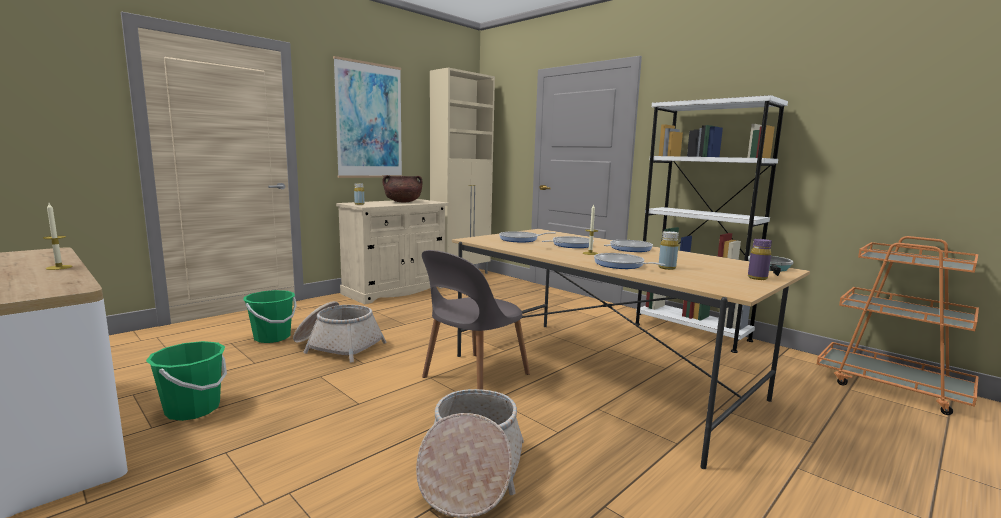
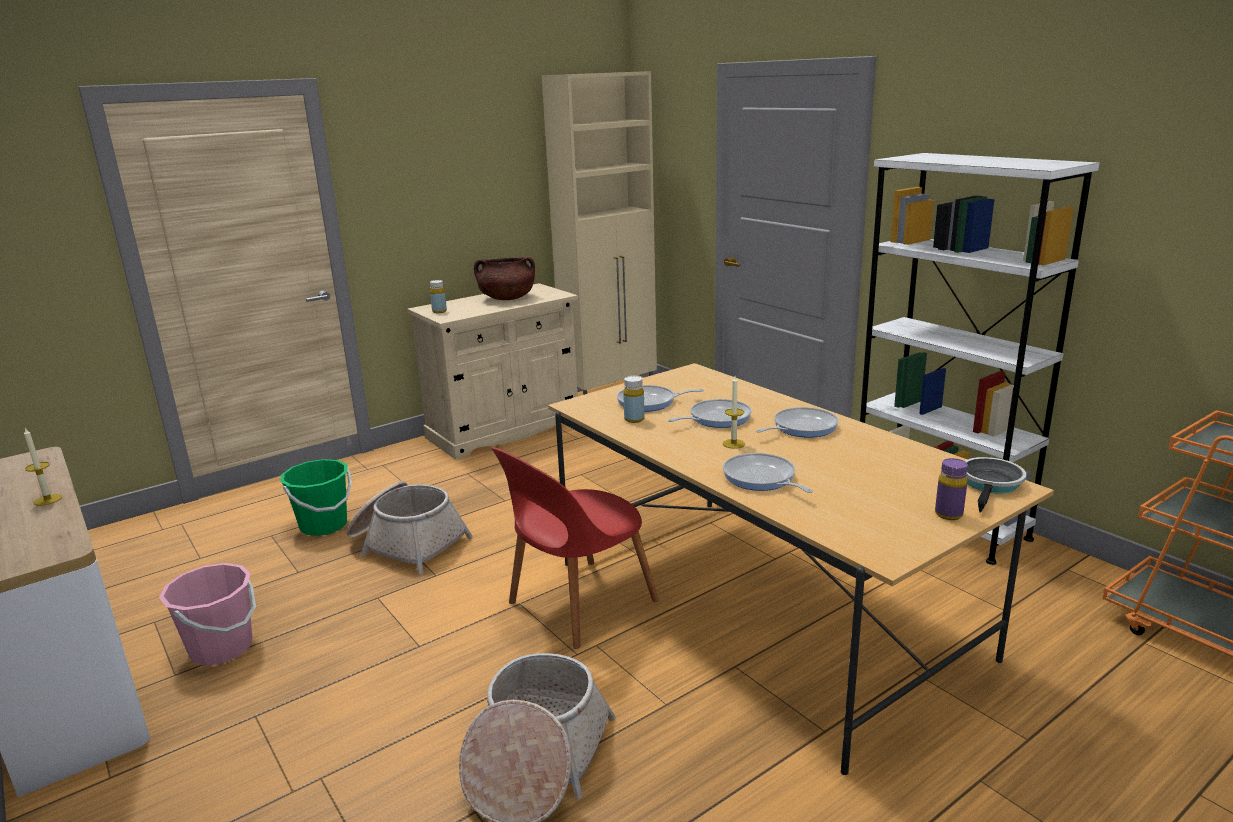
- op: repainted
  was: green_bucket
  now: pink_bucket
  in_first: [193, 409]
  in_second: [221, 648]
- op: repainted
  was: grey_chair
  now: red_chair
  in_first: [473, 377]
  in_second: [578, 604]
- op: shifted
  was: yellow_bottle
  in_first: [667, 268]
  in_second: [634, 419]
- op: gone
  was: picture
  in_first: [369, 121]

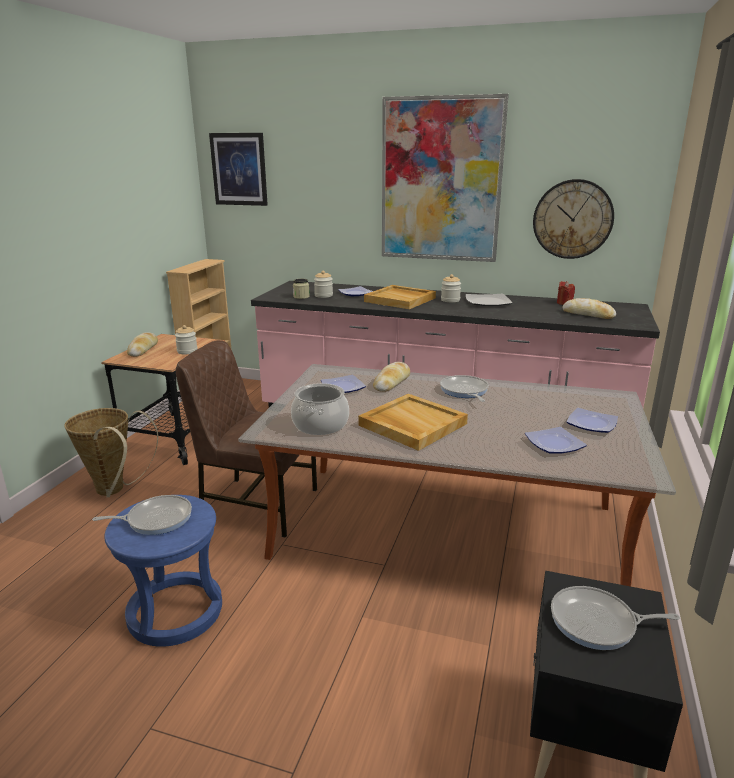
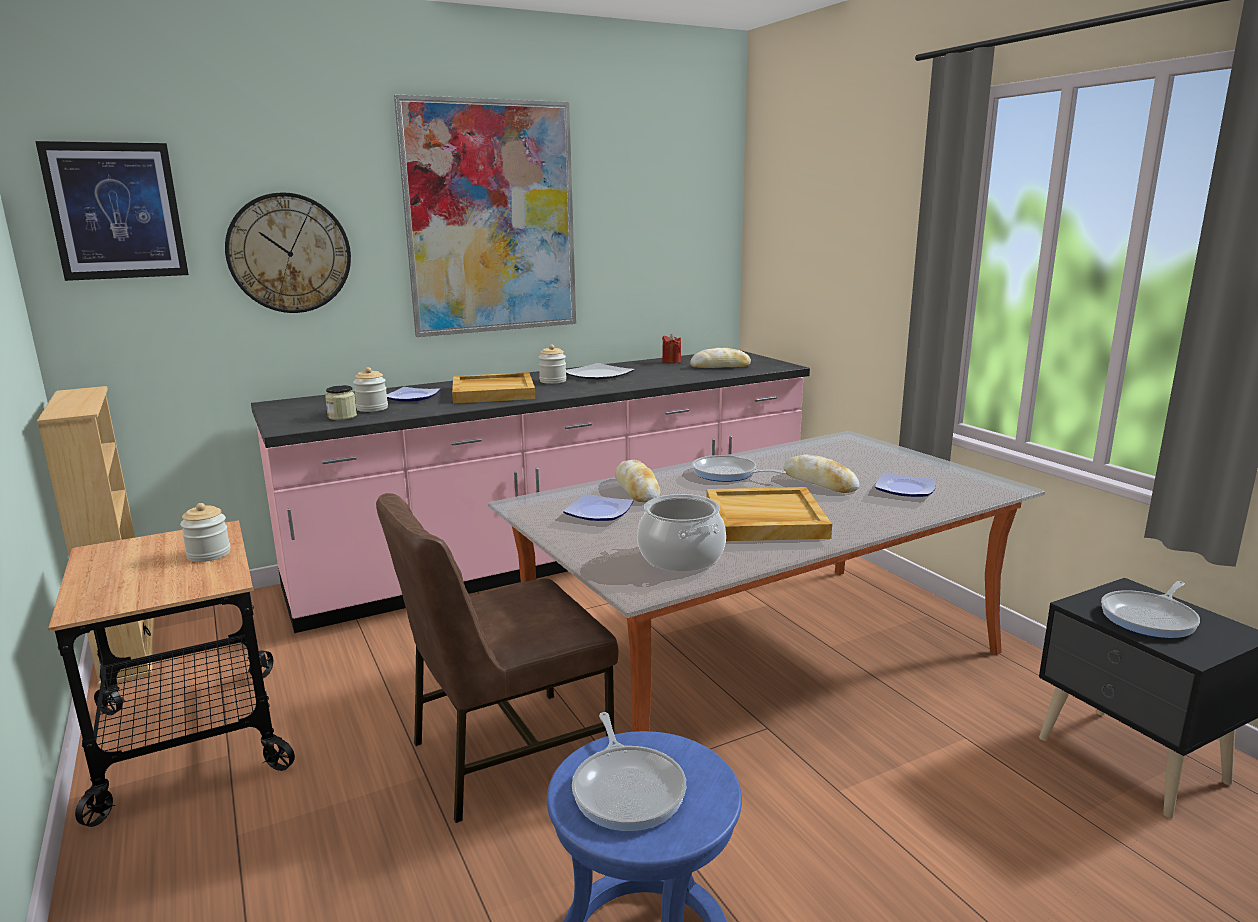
- op: shifted
  was: wall_clock
  in_first: [572, 219]
  in_second: [289, 253]
- op: rotated
  was: frying_pan
  in_first: [156, 519]
  in_second: [628, 789]
  clockwise: 135
- op: shifted
  was: bread
  in_first: [143, 349]
  in_second: [820, 482]
- op: gone
  was: basket
  in_first: [115, 491]
- op: gone
  was: plate
  in_first: [592, 424]

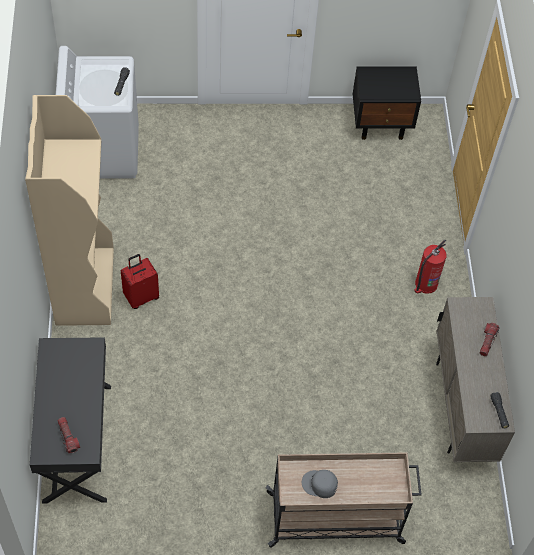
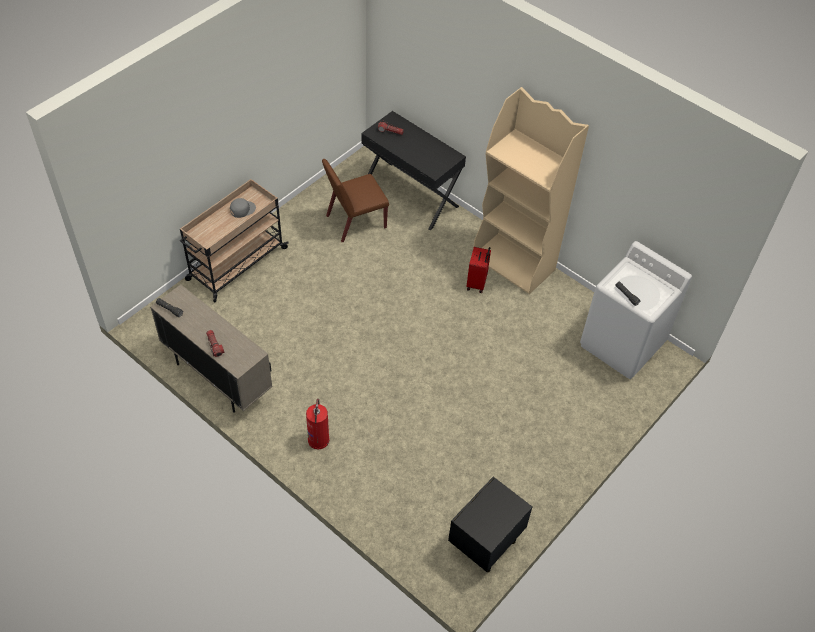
- op: new
  now: brown_chair
  in_second: [355, 222]

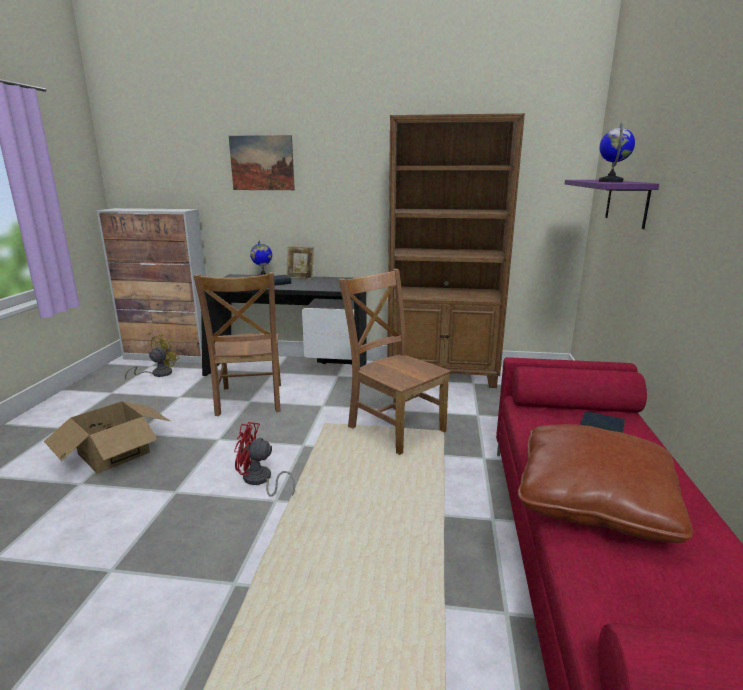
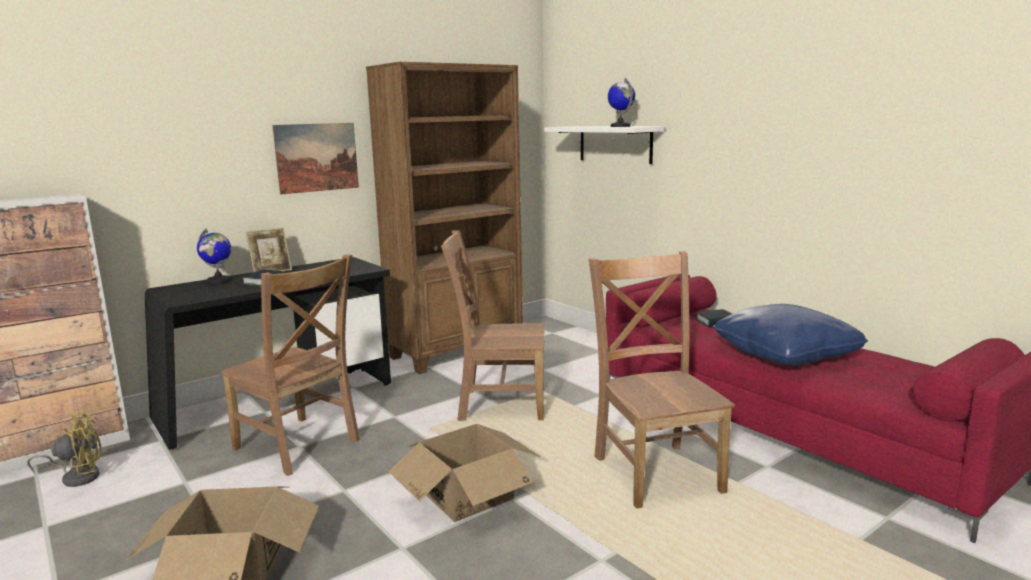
- op: rotated
  was: yellow_fan
  in_first: [157, 374]
  in_second: [77, 477]
  clockwise: 90
- op: shifted
  was: picture
  in_first: [262, 163]
  in_second: [317, 157]
- op: swapped
  was: red_fan
  now: cardboard_box
  in_first: [260, 481]
  in_second: [467, 495]
- op: repainted
  was: purple_shelf
  now: white_shelf
  in_first: [626, 202]
  in_second: [615, 144]
- op: new
  now: brown_chair
  in_second: [655, 471]
- op: repainted
  was: brown_pillow
  now: blue_pillow
  in_first: [594, 501]
  in_second: [785, 355]

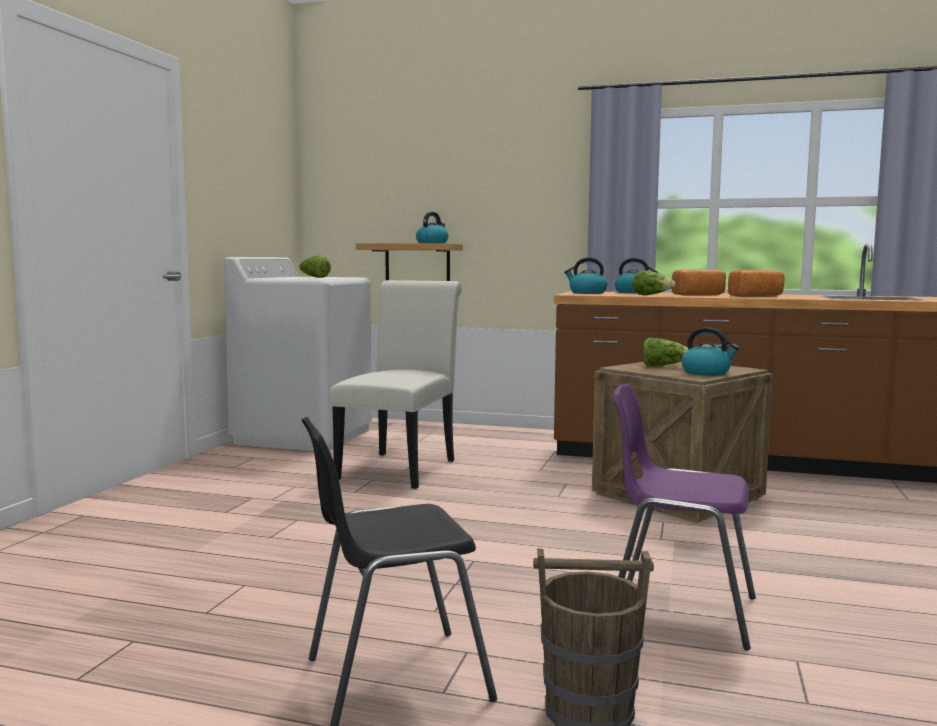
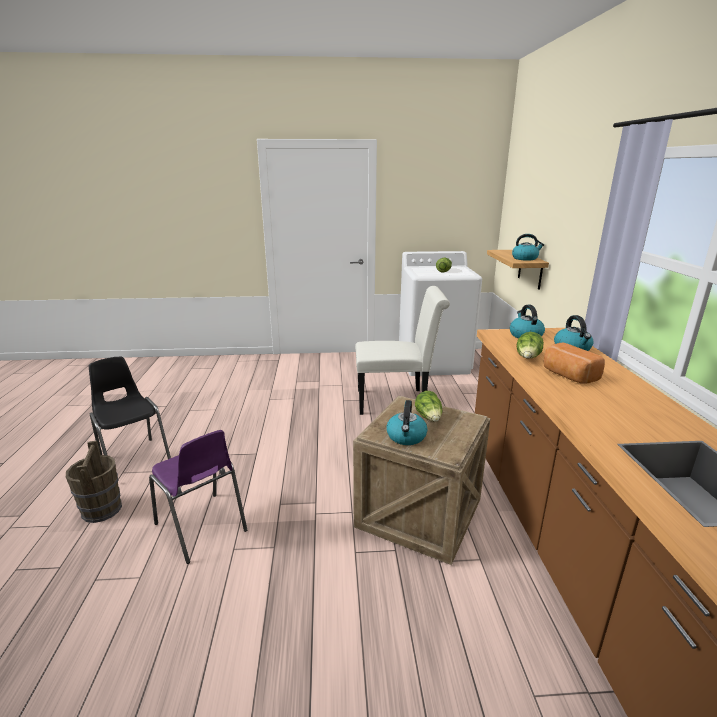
- op: rotated
  was: purple_chair
  in_first: [678, 610]
  in_second: [202, 528]
  clockwise: 135
- op: gone
  was: bread
  in_first: [757, 296]

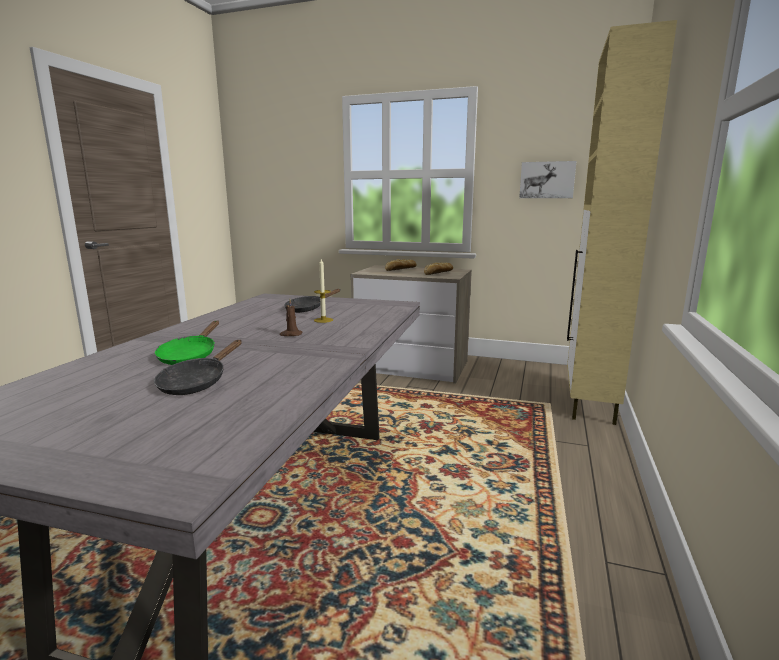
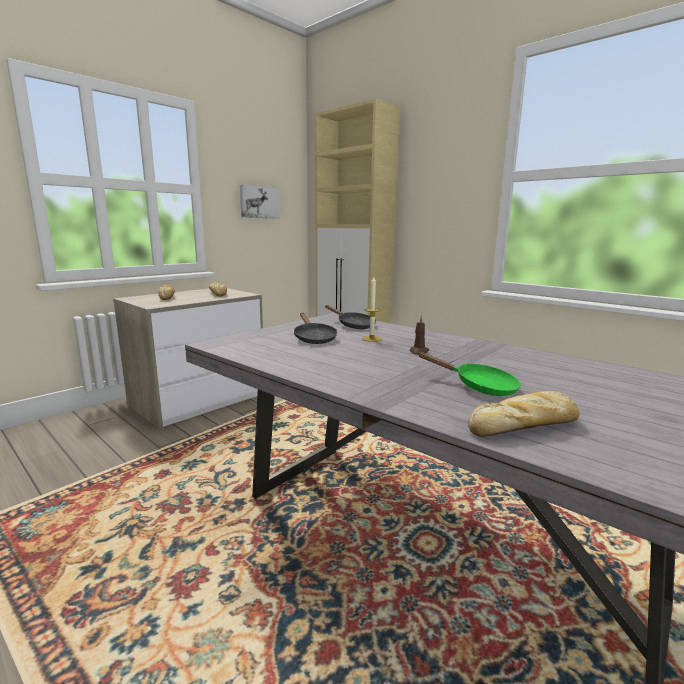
- op: shifted
  was: black_frying_pan
  in_first: [197, 382]
  in_second: [353, 325]
- op: new
  now: bread
  in_second: [525, 425]

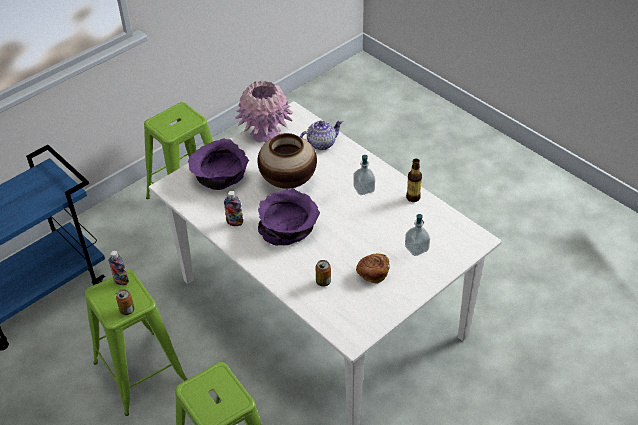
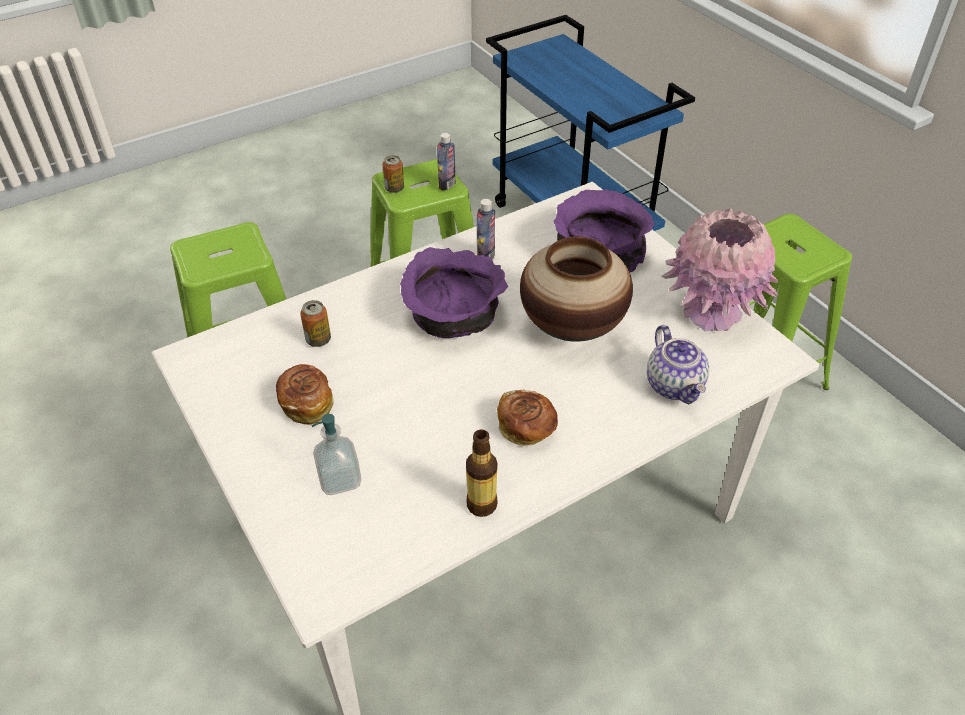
- op: swapped
  was: soap_dispenser
  now: bread
  in_first: [364, 189]
  in_second: [527, 429]

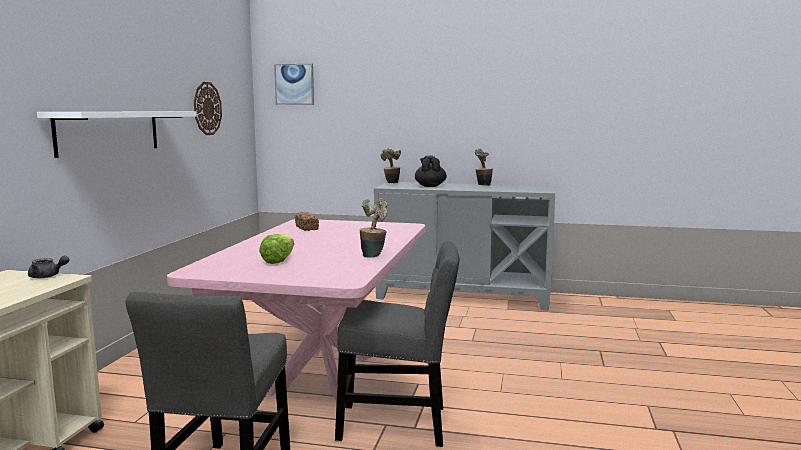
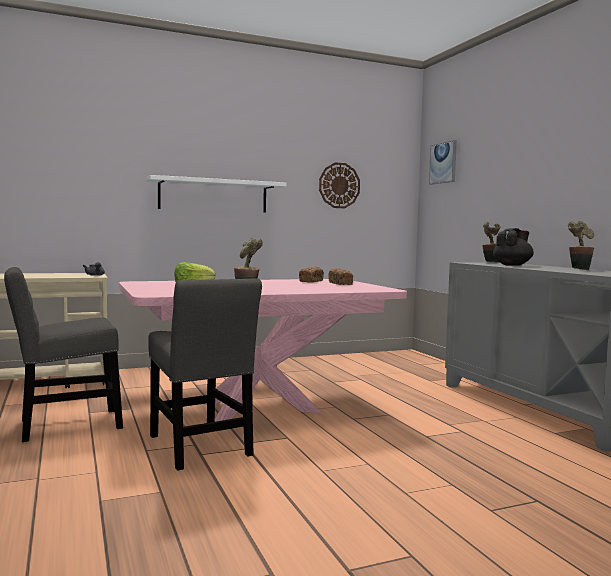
- op: new
  now: bread
  in_second: [340, 283]

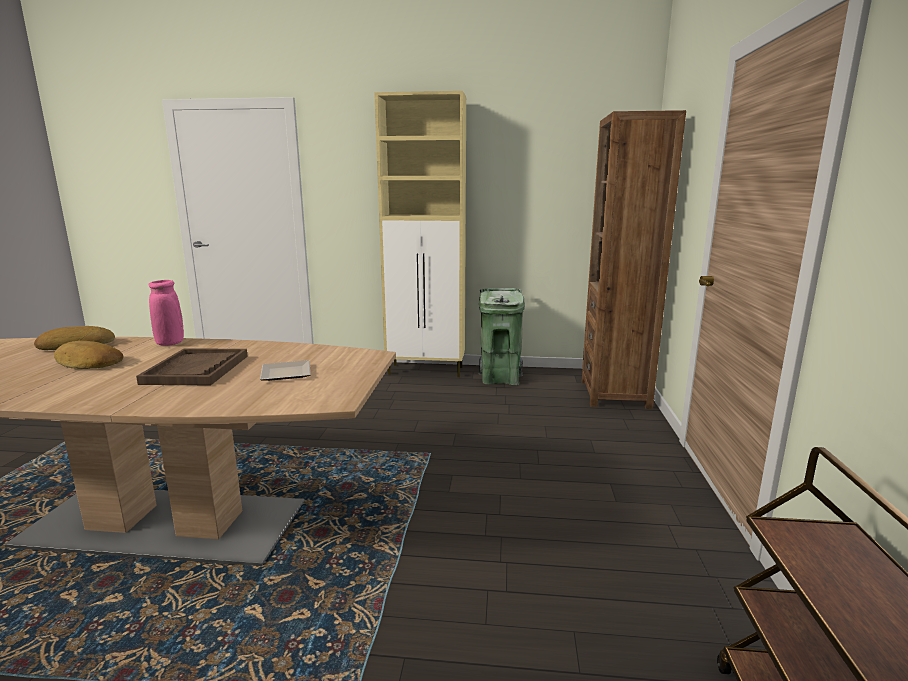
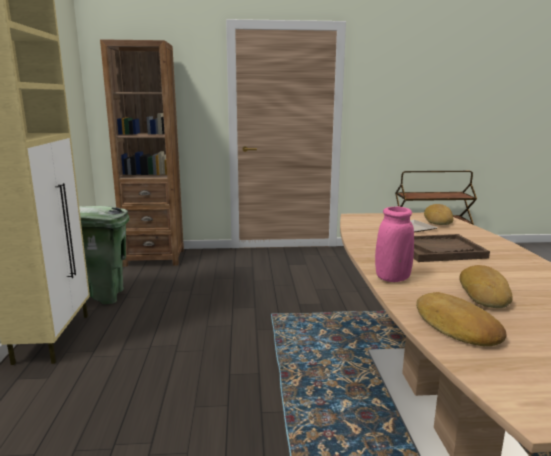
- op: new
  now: bread
  in_second: [438, 220]

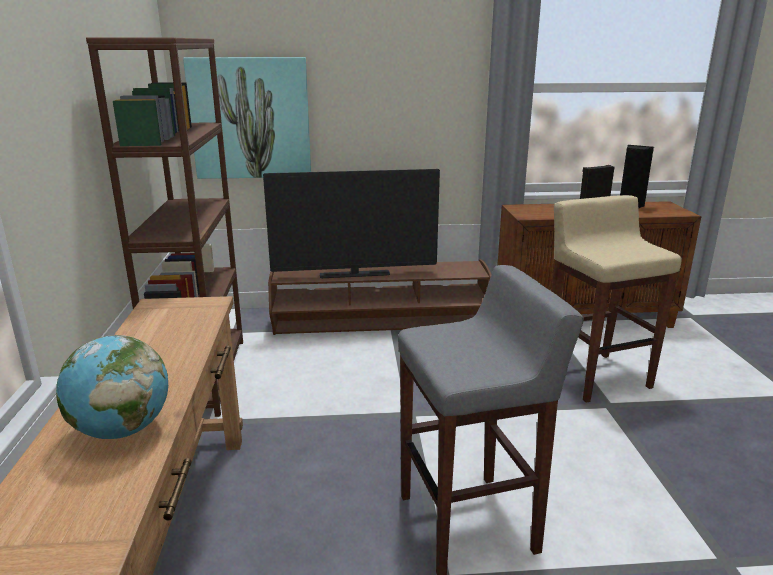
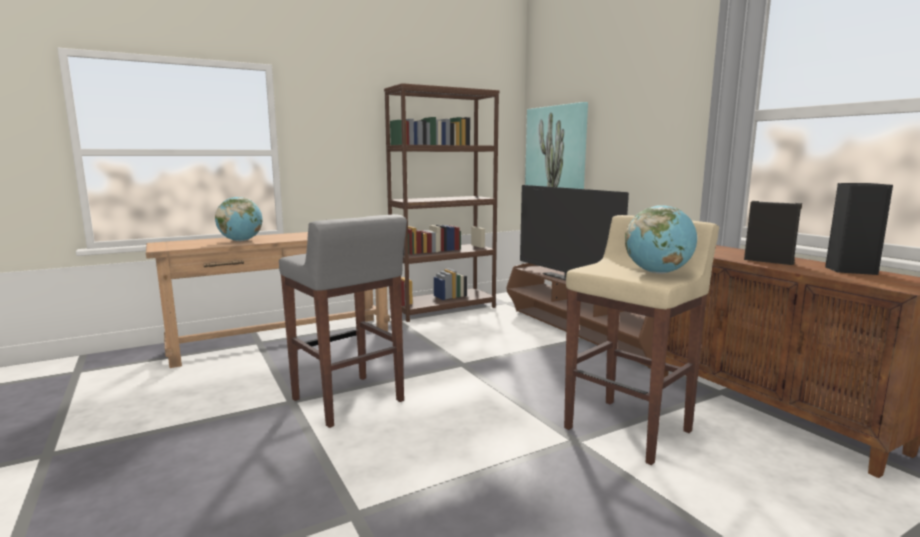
- op: new
  now: globe
  in_second: [658, 273]

